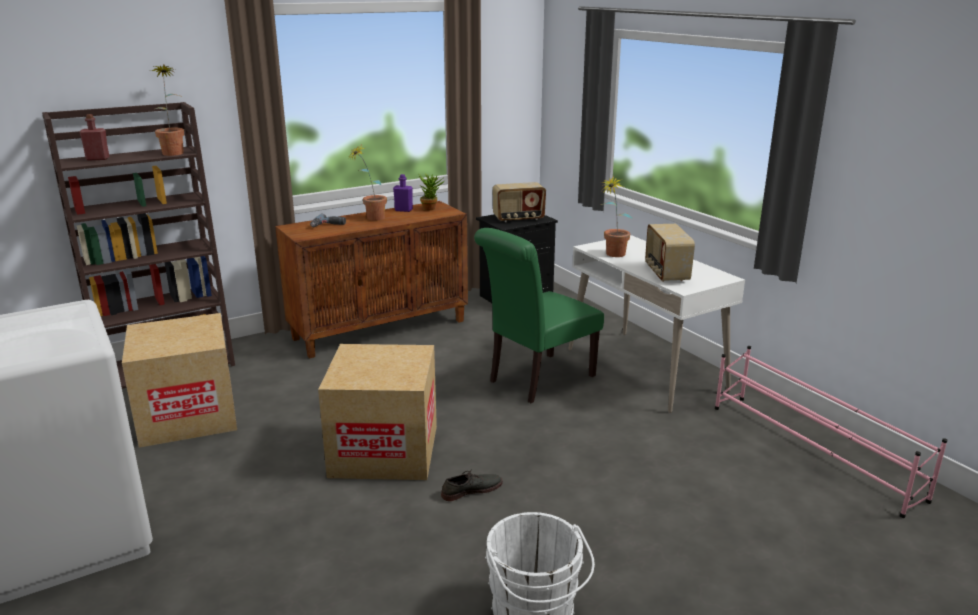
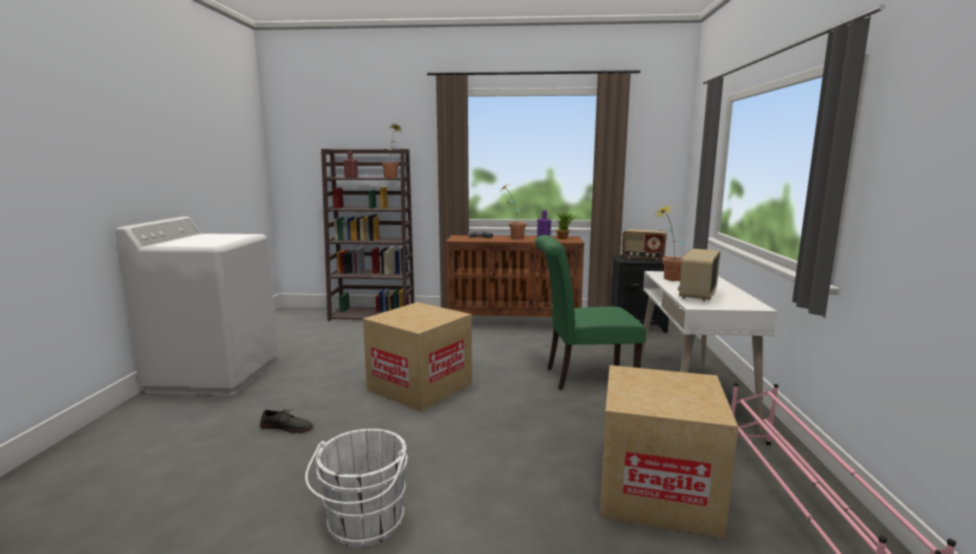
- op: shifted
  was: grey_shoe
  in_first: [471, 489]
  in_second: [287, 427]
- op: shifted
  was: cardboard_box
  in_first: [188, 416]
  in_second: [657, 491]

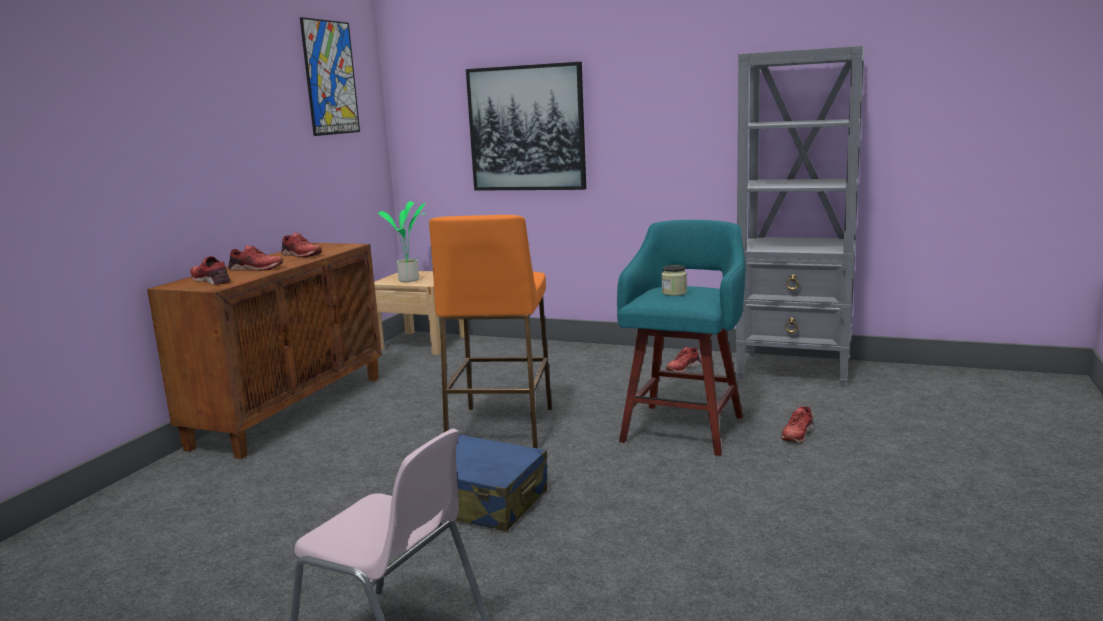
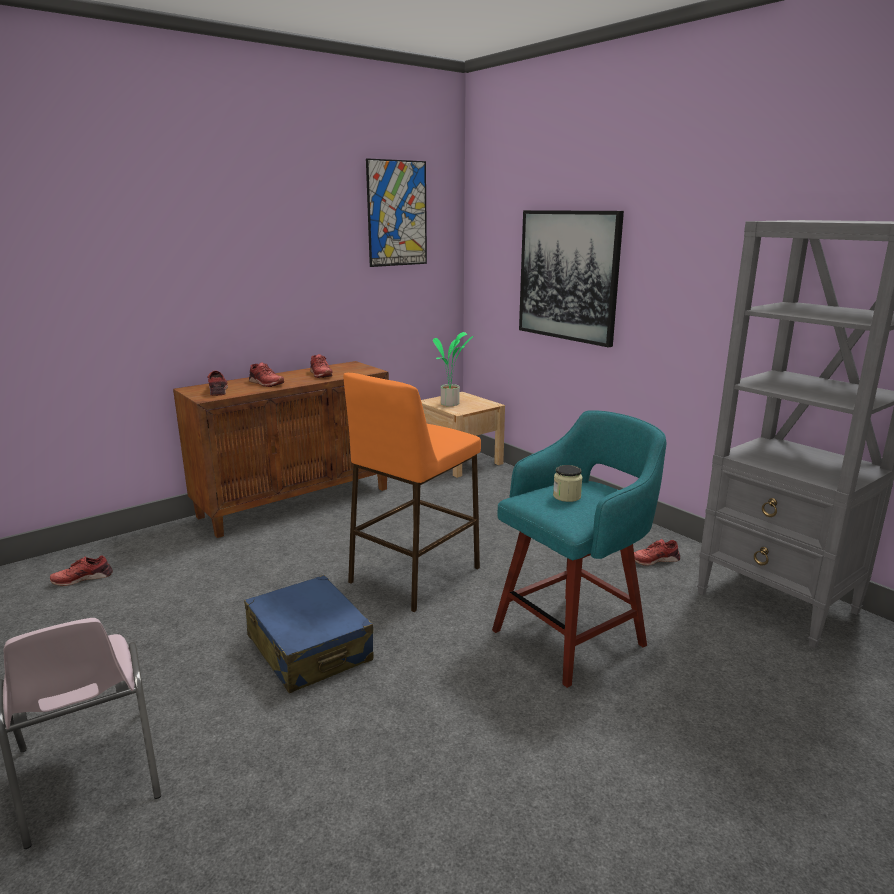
- op: shifted
  was: red_shoe
  in_first: [797, 434]
  in_second: [82, 578]

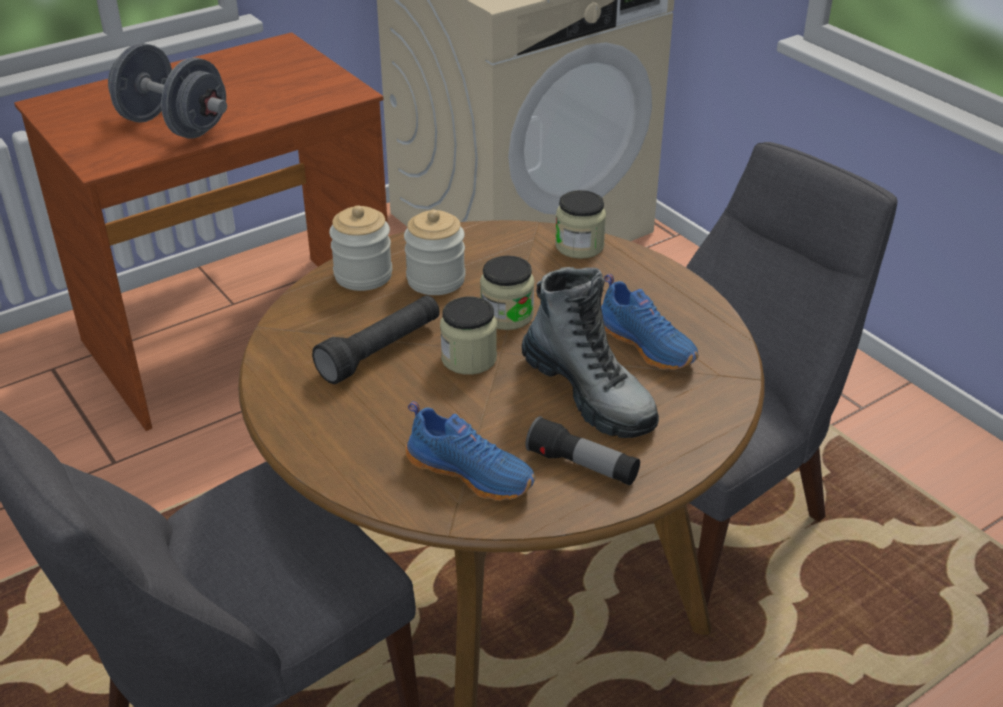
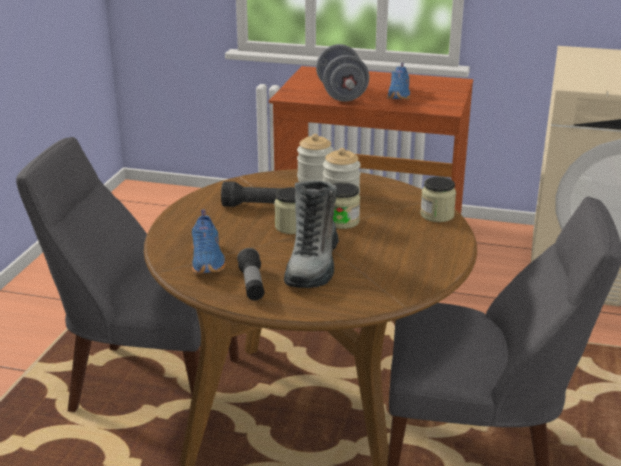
- op: shifted
  was: blue_shoe
  in_first: [647, 345]
  in_second: [399, 95]

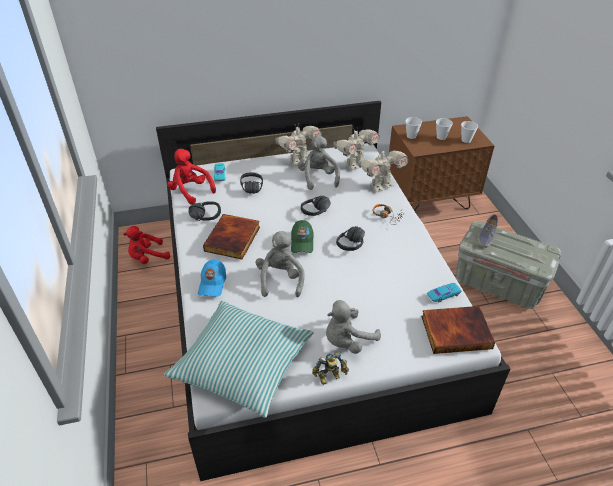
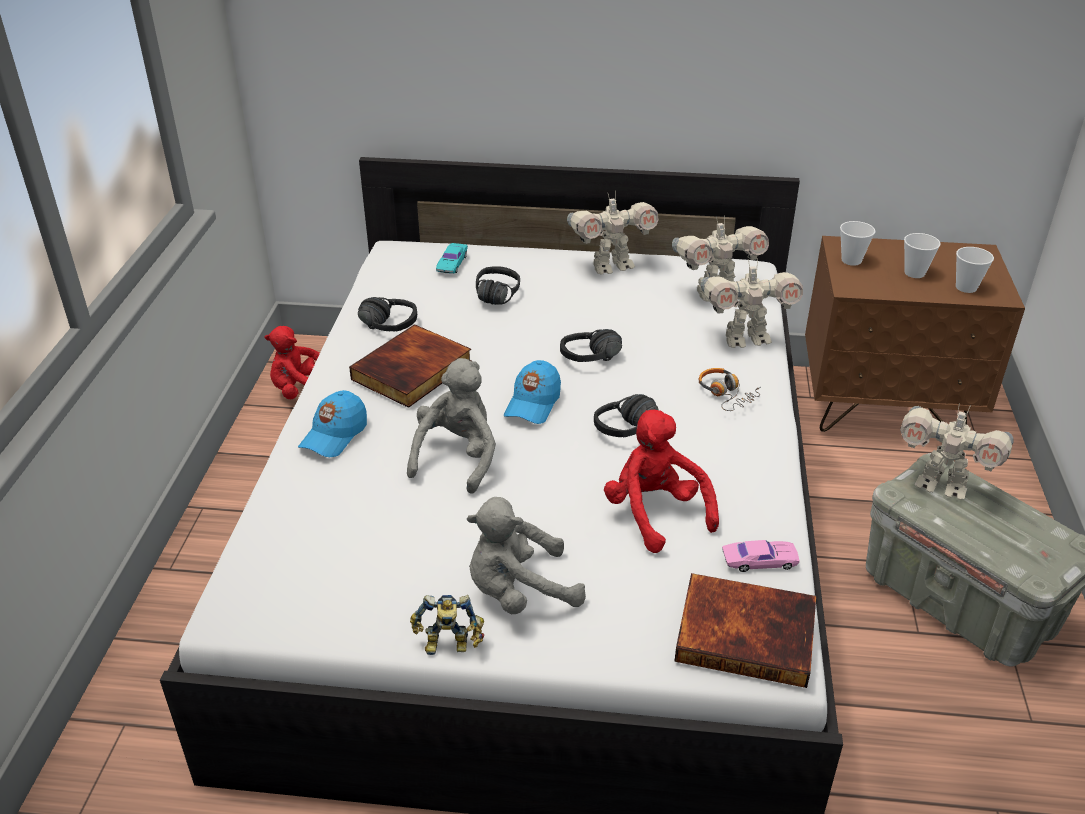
- op: repainted
  was: green_cap
  now: blue_cap
  in_first: [302, 242]
  in_second: [533, 404]
- op: shifted
  was: red_plush_toy
  in_first: [190, 191]
  in_second: [655, 513]
- op: repainted
  was: turquoise_toy_car
  now: pink_toy_car
  in_first: [443, 295]
  in_second: [759, 560]
- op: swapped
  was: shoe
  now: toy_robot
  in_first: [486, 236]
  in_second: [941, 485]
- op: gone
  was: pillow
  in_first: [242, 363]
- op: gone
  was: grey_plush_toy
  in_first: [318, 178]

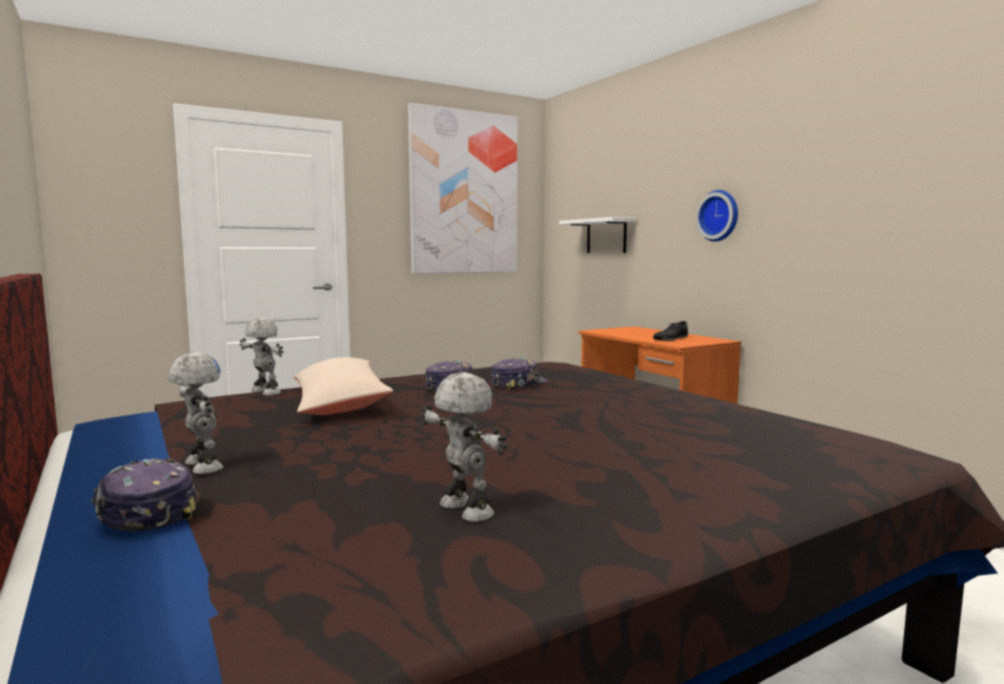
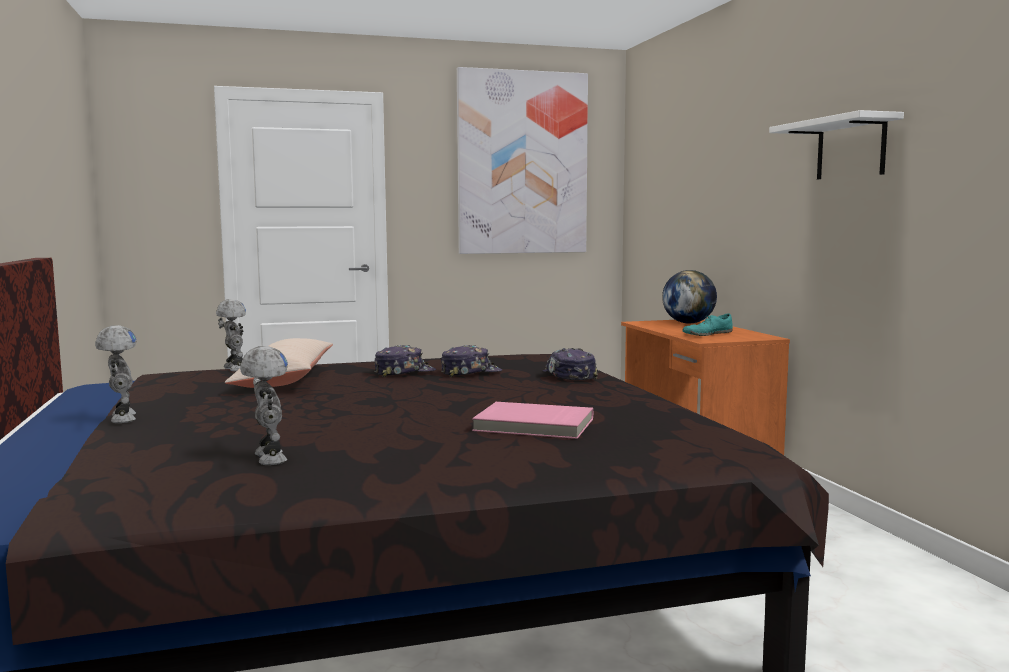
- op: new
  now: pink_book
  in_second: [533, 425]
- op: shifted
  was: cap
  in_first: [145, 513]
  in_second: [568, 376]
- op: new
  now: globe
  in_second: [688, 323]
- op: repainted
  was: black_shoe
  now: turquoise_shoe
  in_first: [670, 339]
  in_second: [707, 334]
- op: shifted
  was: white_shelf
  in_first: [606, 236]
  in_second: [851, 149]
- op: gone
  was: wall_clock
  in_first: [719, 216]

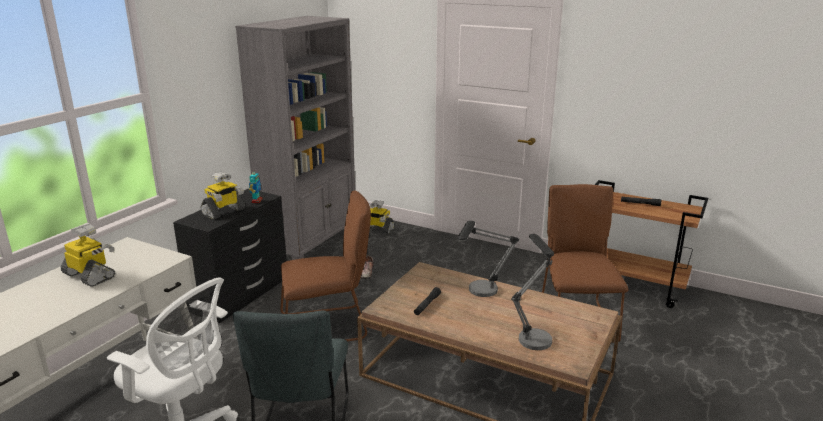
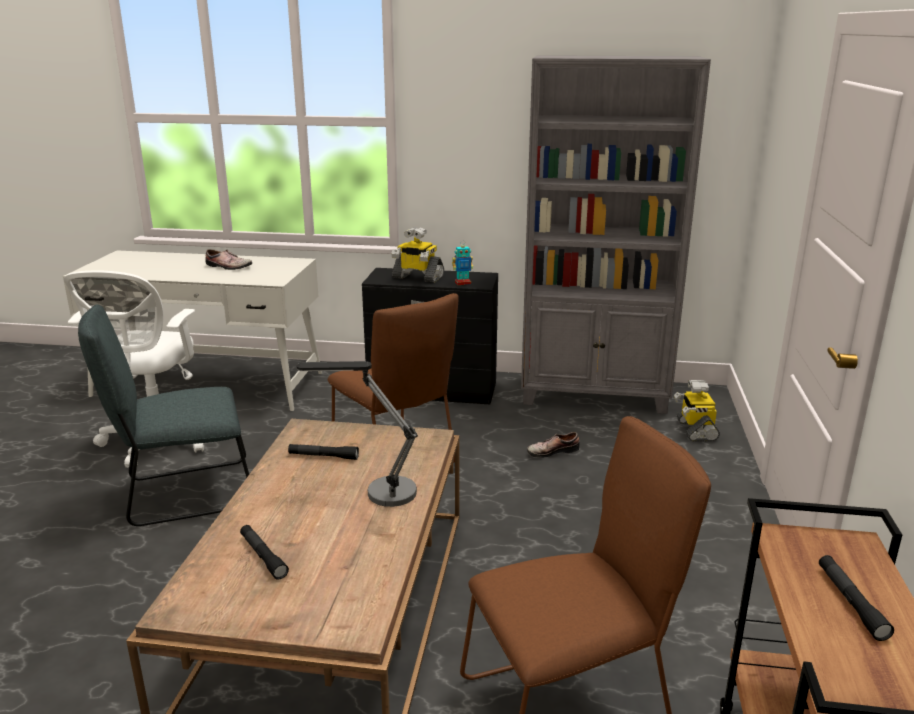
- op: swapped
  was: toy_robot
  now: shoe
  in_first: [90, 276]
  in_second: [228, 267]
- op: swapped
  was: table_lamp
  now: black_flashlight
  in_first: [533, 334]
  in_second: [263, 556]

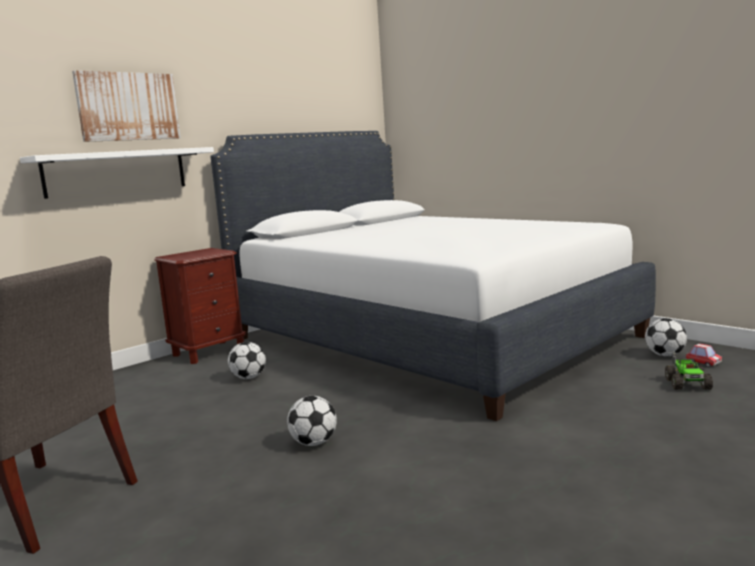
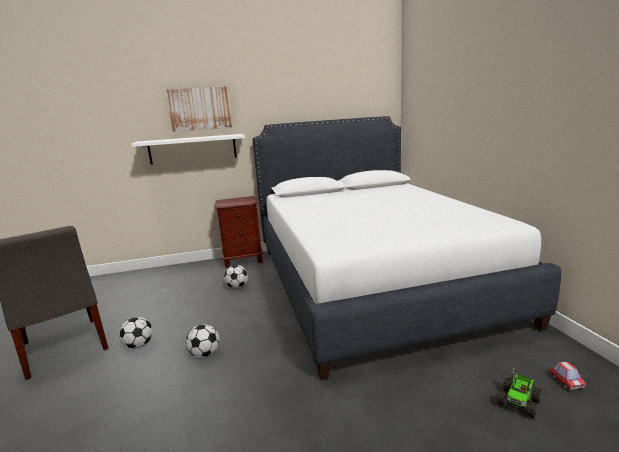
- op: shifted
  was: football
  in_first: [665, 355]
  in_second: [139, 345]

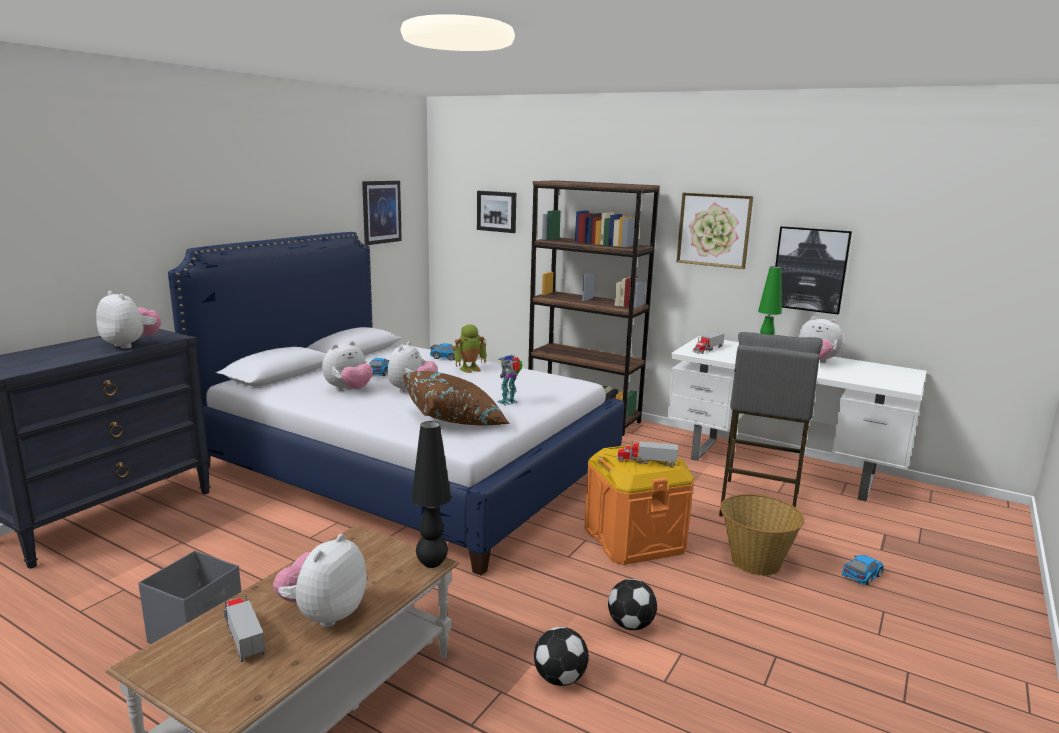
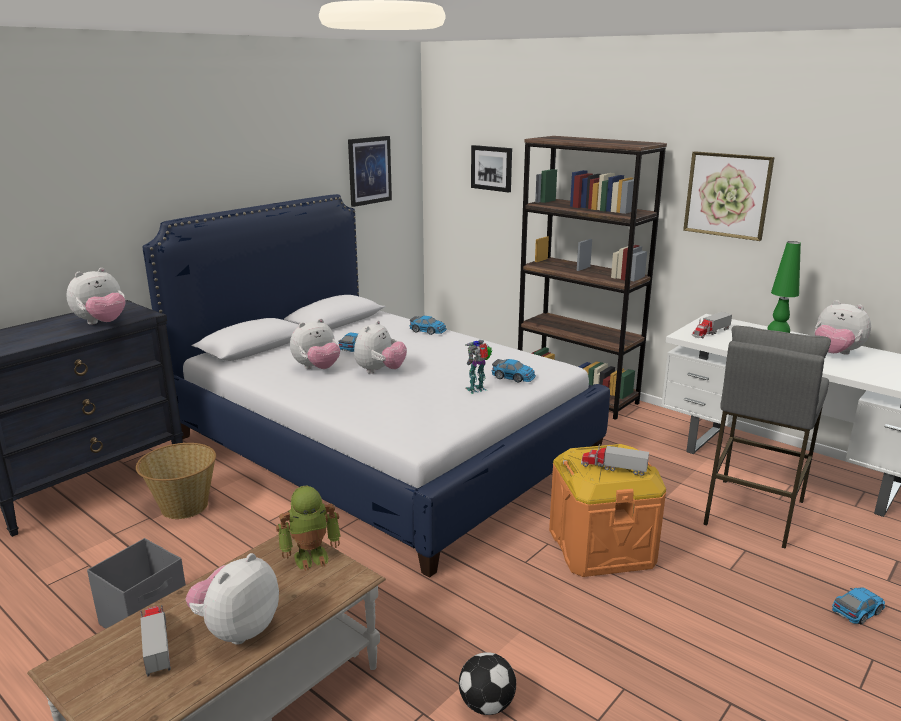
- op: rotated
  was: plush_toy
  in_first: [131, 345]
  in_second: [102, 323]
  clockwise: 90
- op: shifted
  was: basket
  in_first: [754, 562]
  in_second: [183, 506]
- op: shifted
  was: toy_robot
  in_first: [469, 369]
  in_second: [311, 556]
- op: new
  now: toy_car
  in_second: [513, 377]
- op: gone
  was: brown_pillow
  in_first: [455, 419]
- op: gone
  was: black_table_lamp
  in_first: [432, 564]
- op: gone
  was: football
  in_first: [630, 625]
- op: gone
  was: picture
  in_first: [810, 269]

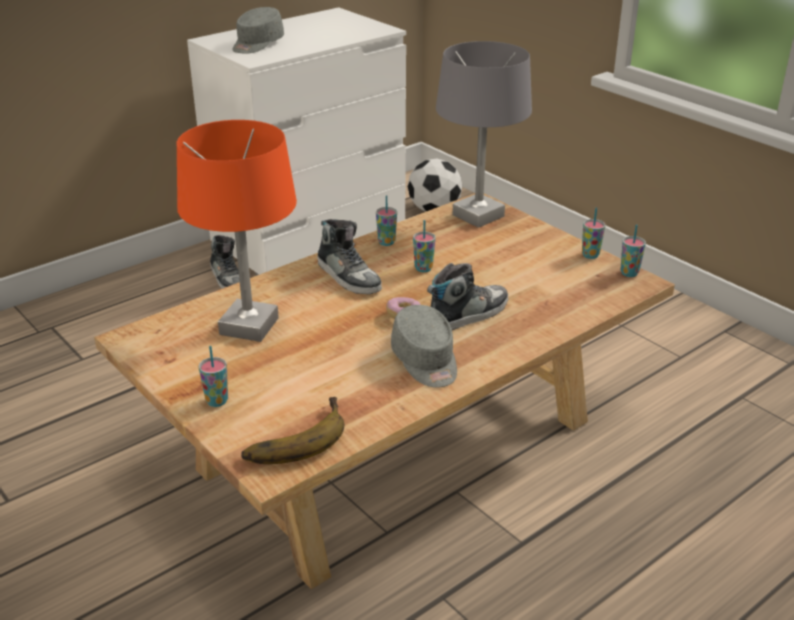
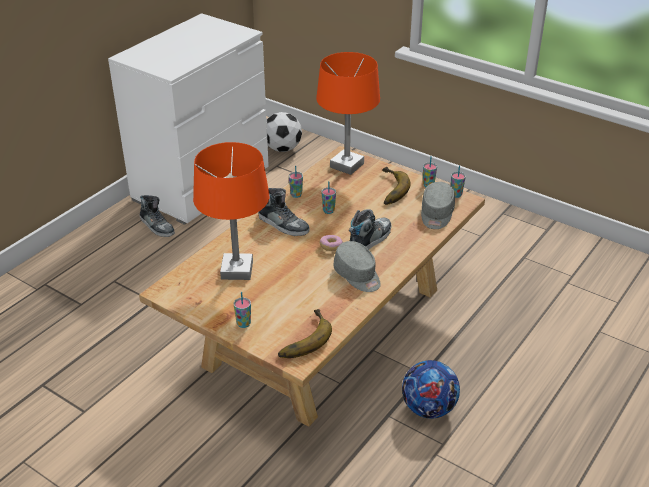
- op: repainted
  was: grey_table_lamp
  now: orange_table_lamp
  in_first: [478, 216]
  in_second: [346, 165]
- op: new
  now: banana
  in_second: [388, 189]
- op: new
  now: football
  in_second: [428, 408]
- op: shifted
  was: grey_cap
  in_first: [257, 44]
  in_second: [436, 214]

